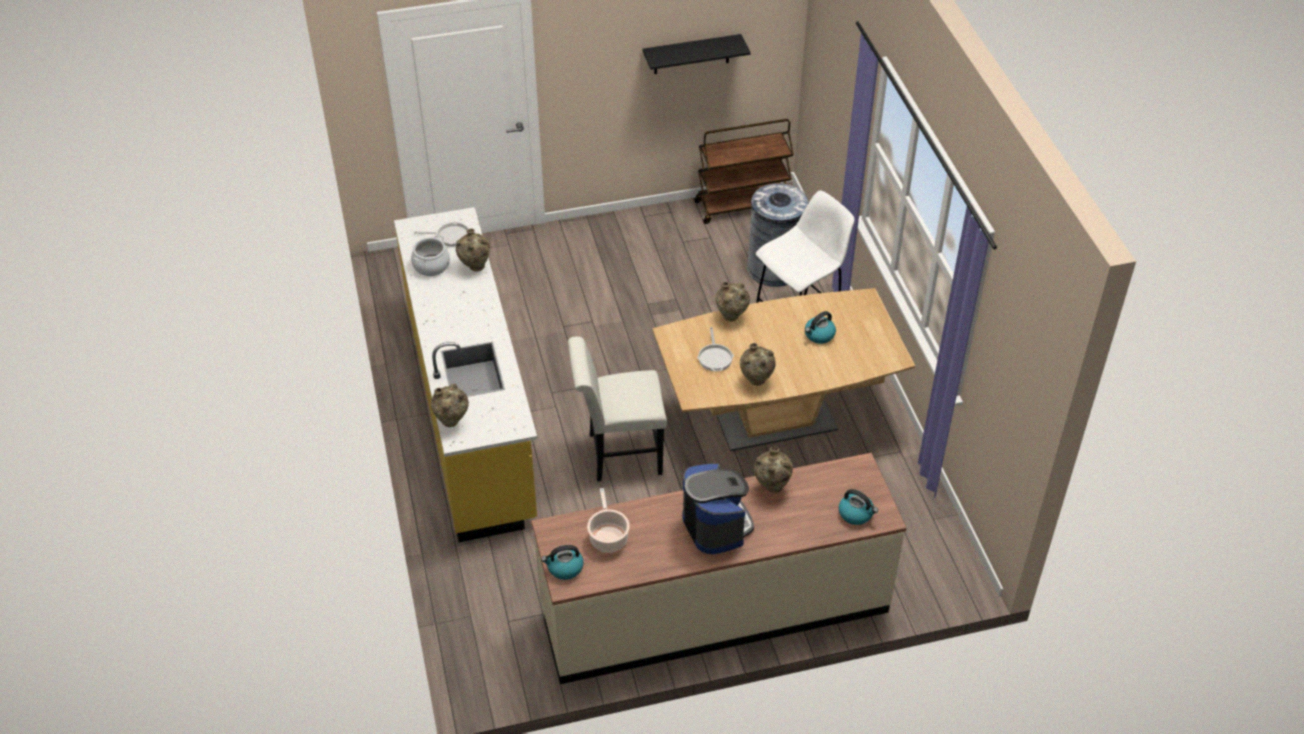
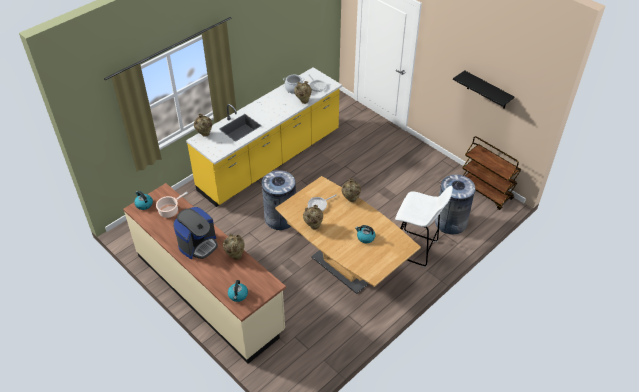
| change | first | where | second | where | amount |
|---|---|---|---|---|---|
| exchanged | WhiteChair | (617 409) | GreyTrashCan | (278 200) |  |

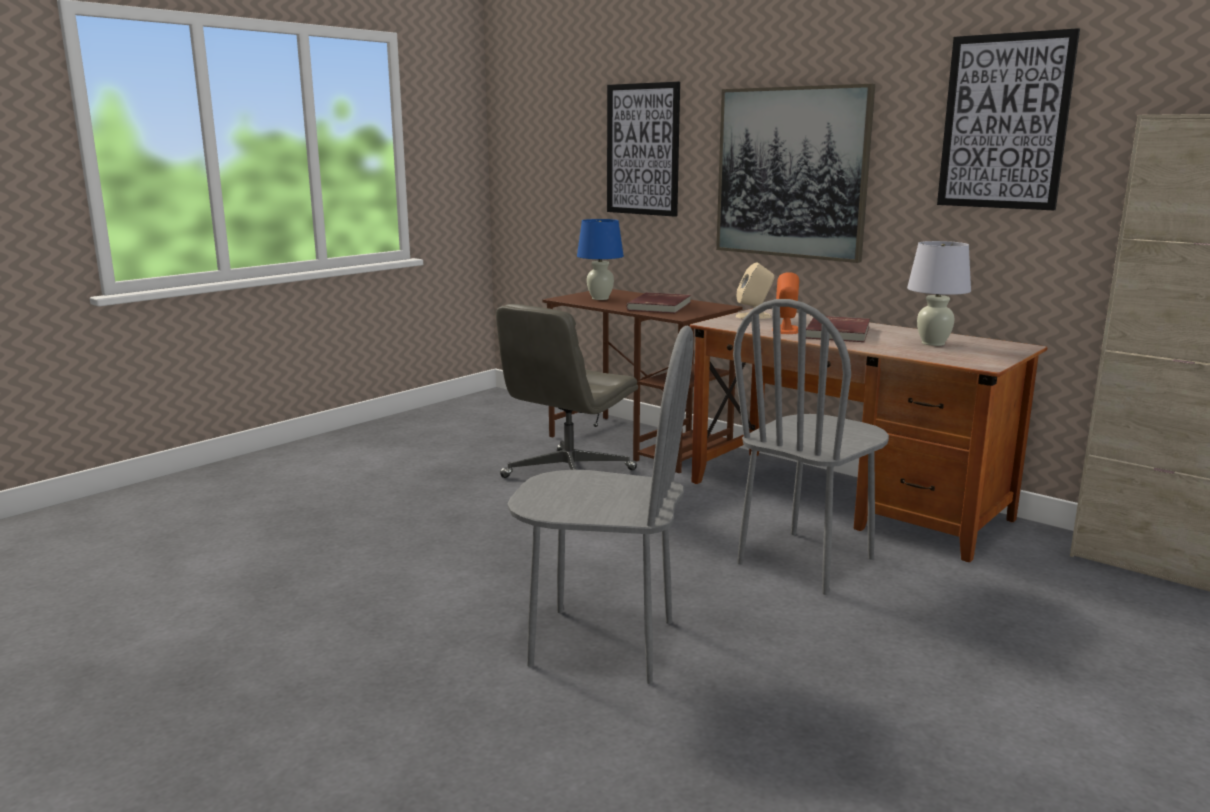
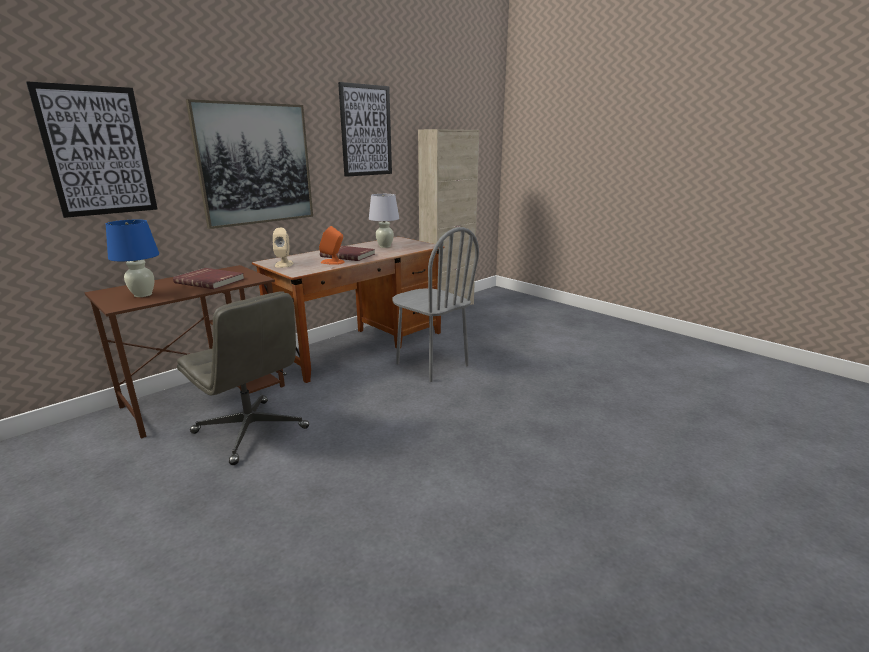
| change | first | where | second | where | amount |
|---|---|---|---|---|---|
| missing | GreyChair | (600 505) |  |  |  |

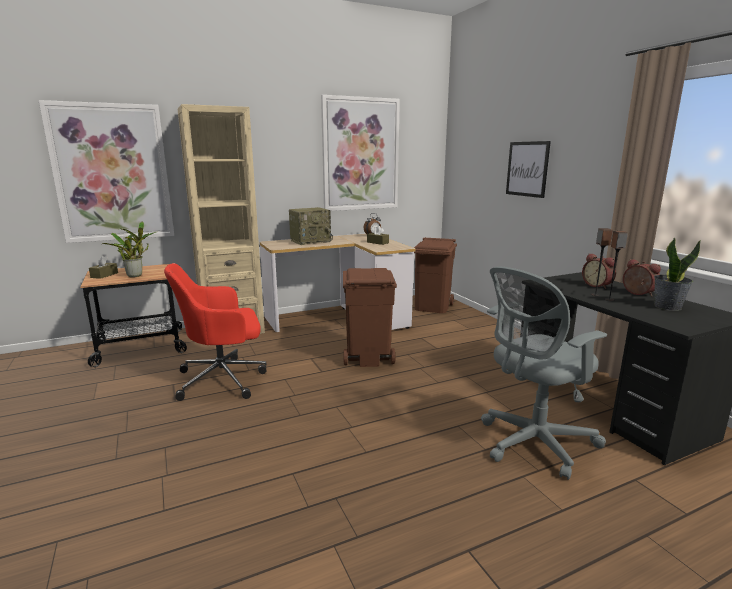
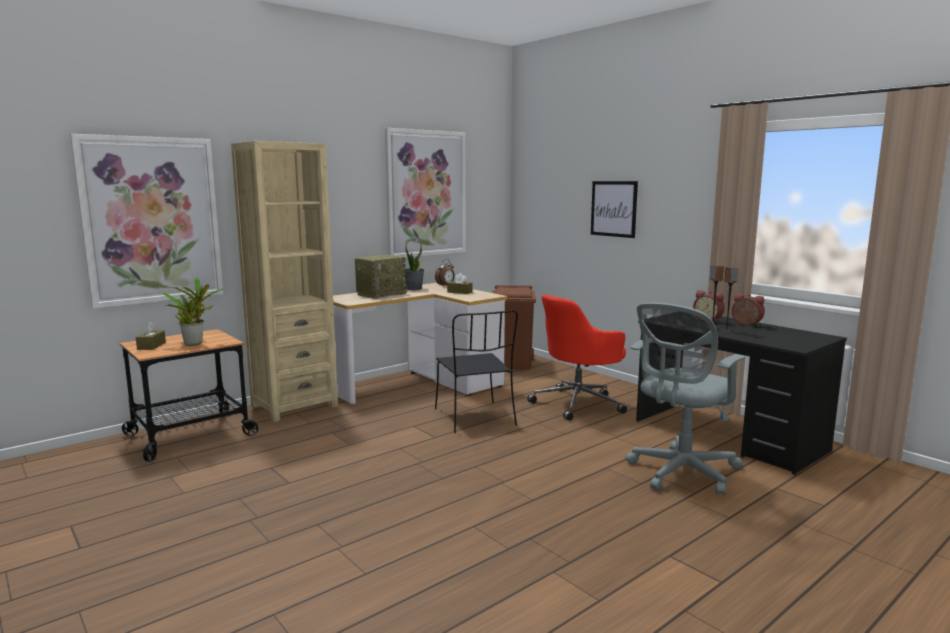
| change | first | where | second | where | amount |
|---|---|---|---|---|---|
| relocated | PottedPlant | (677 274) |  | (414 266) |  |
| relocated | RedOfficeChair | (215 332) |  | (577 358) |  |
| exchanged | BrownTrashCan | (370 317) | BlackChair | (476 371) |  |

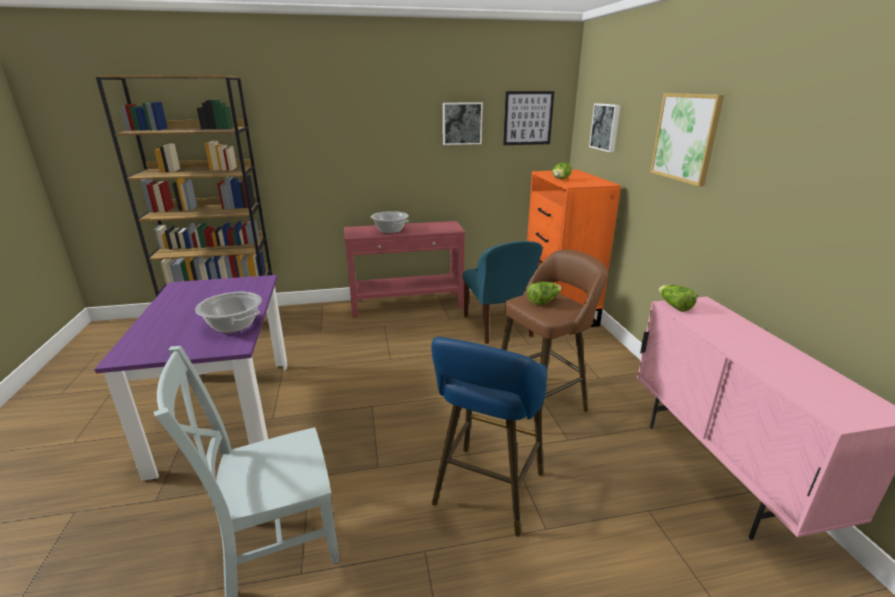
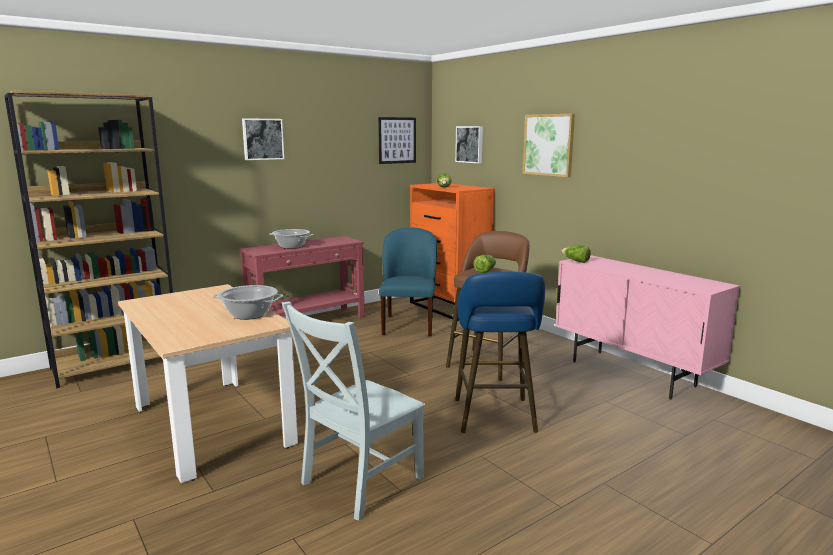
| change | first | where | second | where | amount |
|---|---|---|---|---|---|
| relocated | Picture | (463 123) |  | (263 139) |  |
| spun | BlueChair | (503 292) |  | (408 281) | 135 degrees counterclockwise |
| colour | PurpleDiningTable | (191 378) | BeigeDiningTable | (208 383) |  |

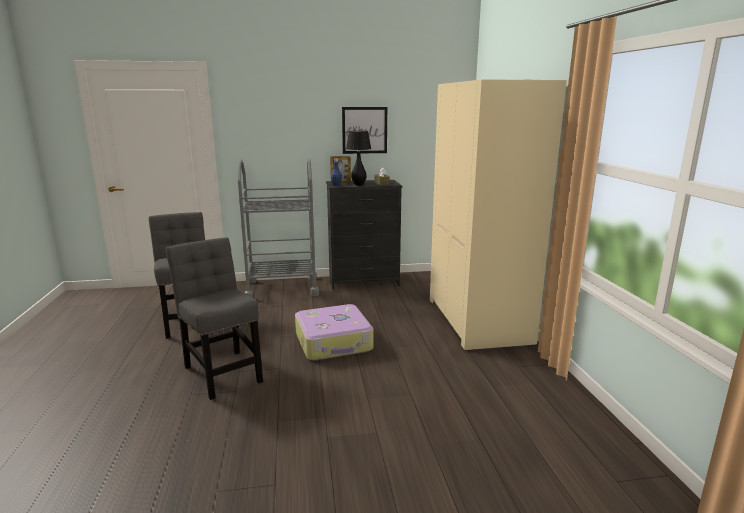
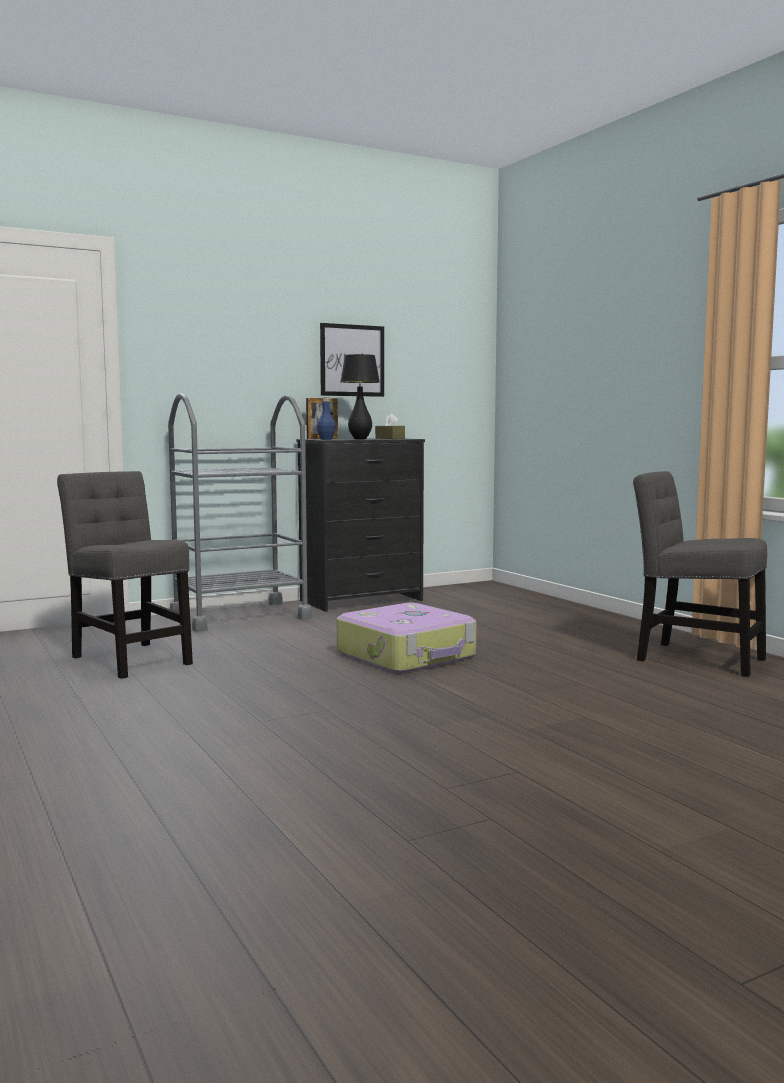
| change | first | where | second | where | amount |
|---|---|---|---|---|---|
| missing | BeigeWardrobe | (498 215) |  |  |  |
| relocated | GreyChair | (214 318) |  | (700 573) |  |

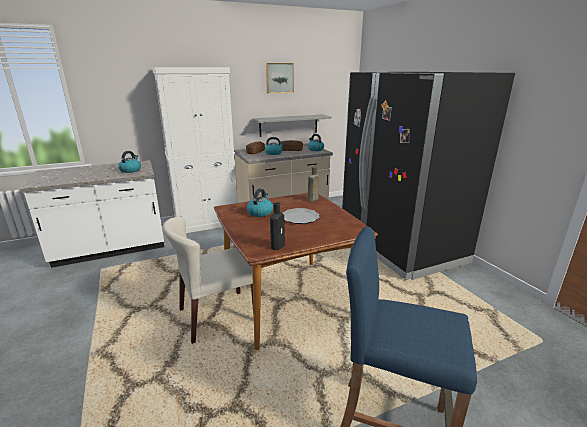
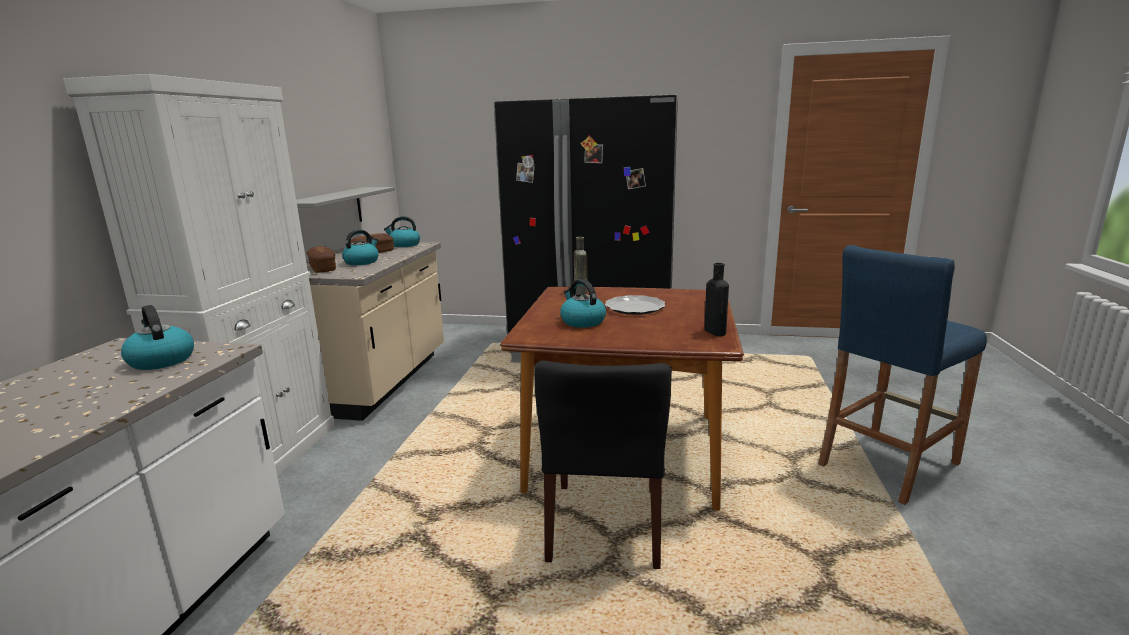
| change | first | where | second | where | amount |
|---|---|---|---|---|---|
| missing | Picture | (280 78) |  |  |  |
| colour | BeigeChair | (208 280) | BlackChair | (603 465) |  |

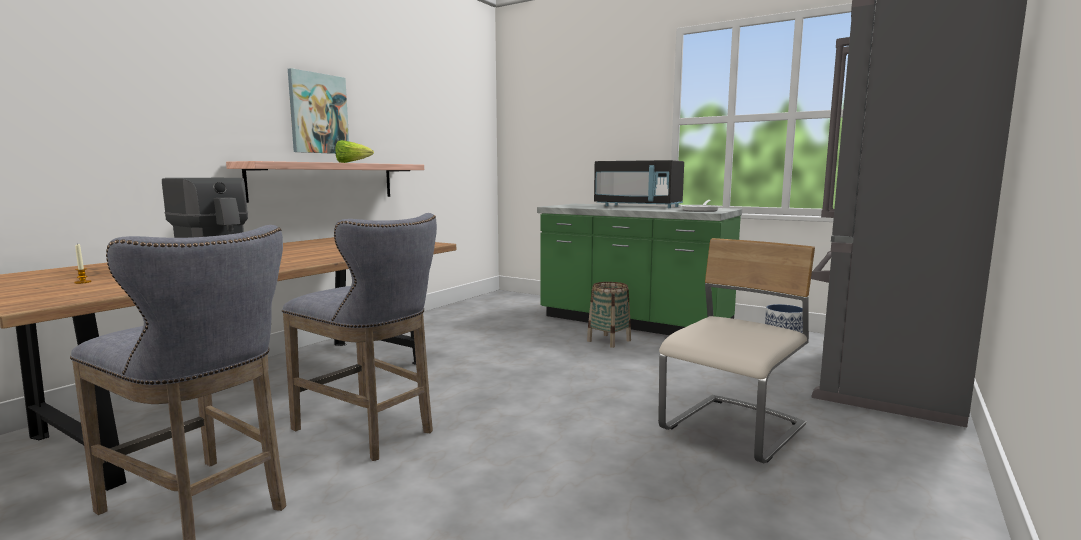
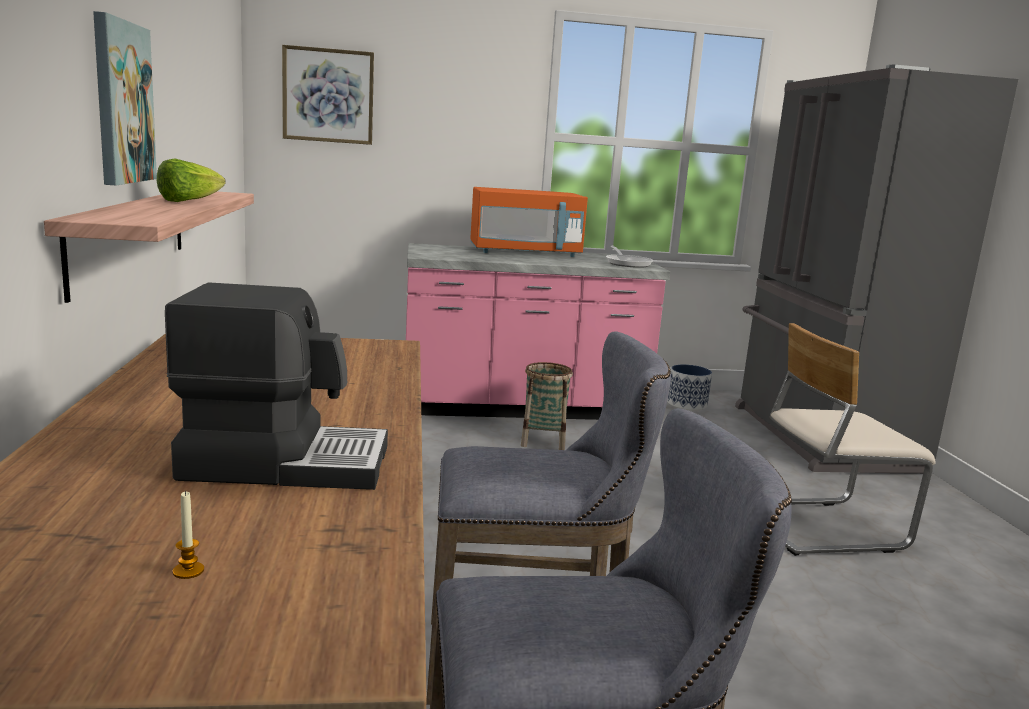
| change | first | where | second | where | amount |
|---|---|---|---|---|---|
| colour | BlackMicrowave | (639 184) | OrangeMicrowave | (529 222) |  |
| colour | GreenCounter | (639 269) | PinkCounter | (538 331) |  |
| spun | BeigeChair | (736 350) |  | (852 439) | 105 degrees counterclockwise |
| appeared |  |  | Picture | (328 95) |  |

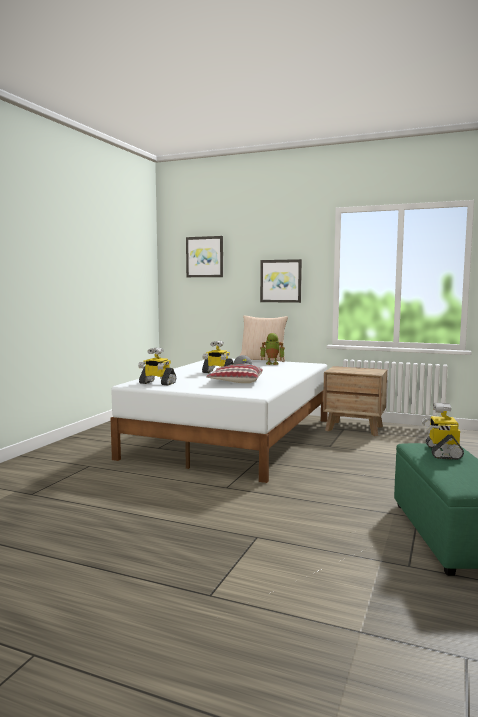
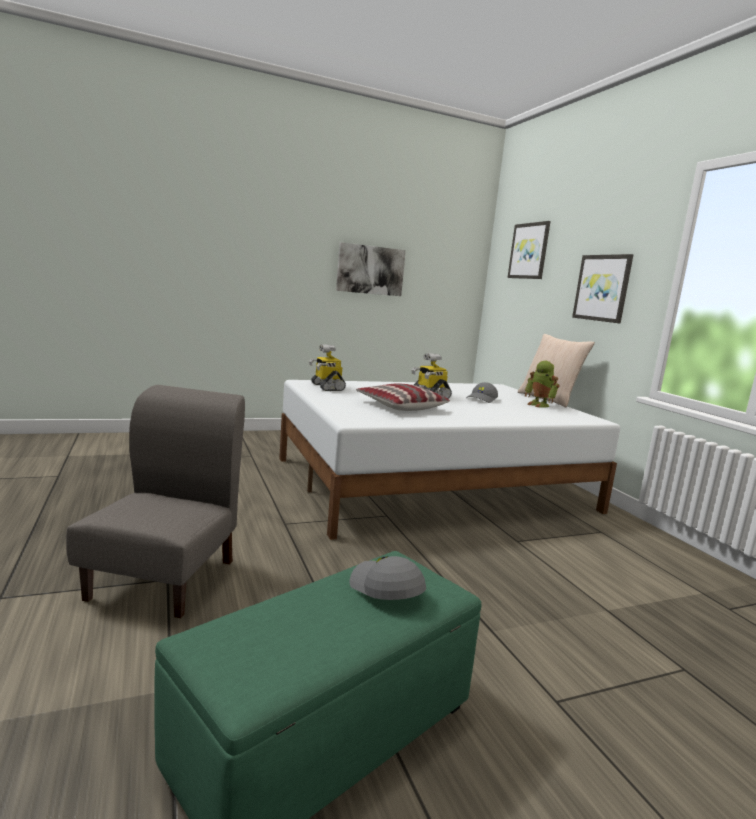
| change | first | where | second | where | amount |
|---|---|---|---|---|---|
| missing | BrownNightstand | (355 401) |  |  |  |
| exchanged | ToyRobot | (443 431) | GreyCap | (387 578) |  |
| appeared |  |  | Picture | (371 269) |  |
| appeared |  |  | GreyChair | (155 501) |  |

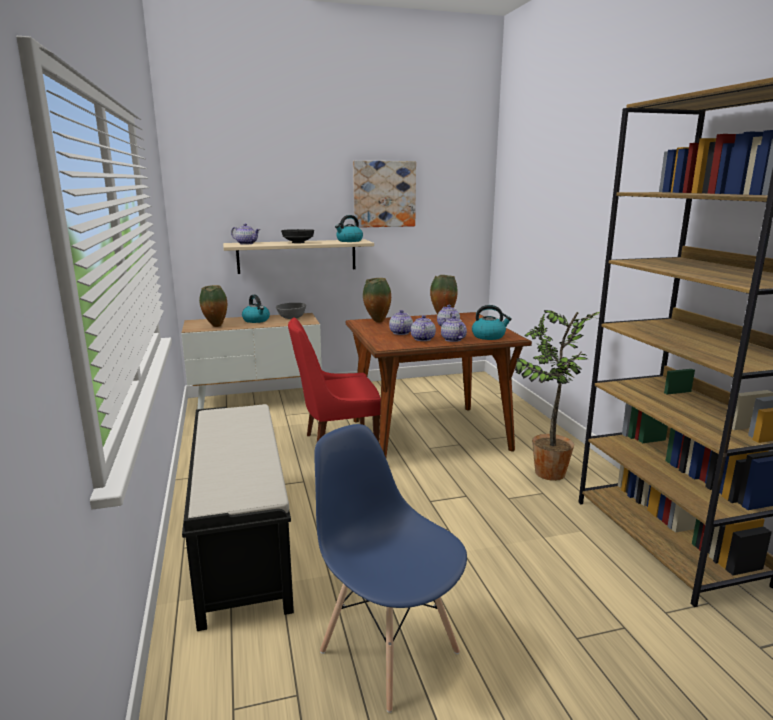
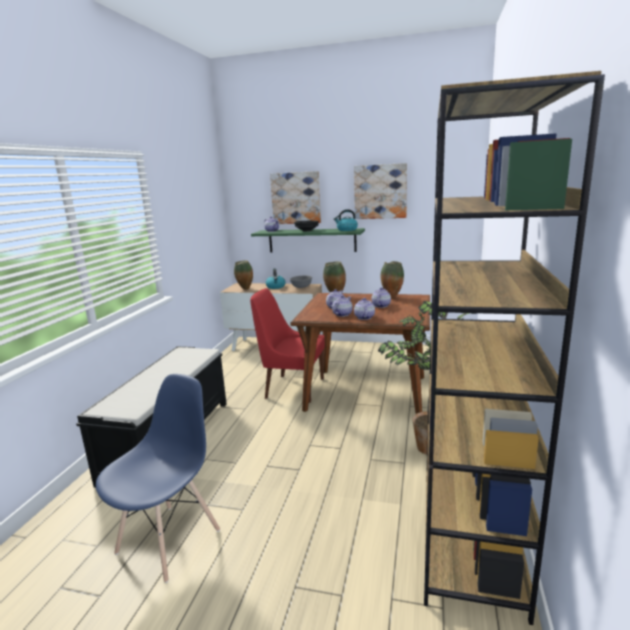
| change | first | where | second | where | amount |
|---|---|---|---|---|---|
| colour | BeigeShelf | (298 256) | GreenShelf | (308 240) |  |
| missing | Kettle | (492 322) |  |  |  |
| spun | BlueChair | (390 568) |  | (158 478) | 45 degrees clockwise |
| appeared |  |  | Picture | (295 197) |  |

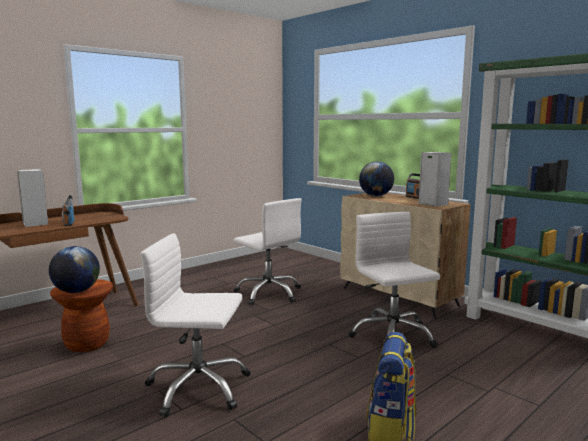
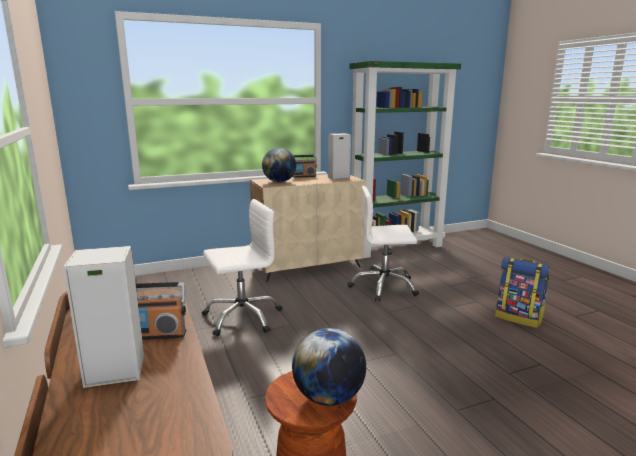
| change | first | where | second | where | amount |
|---|---|---|---|---|---|
| missing | WhiteOfficeChair | (195 325) |  |  |  |

